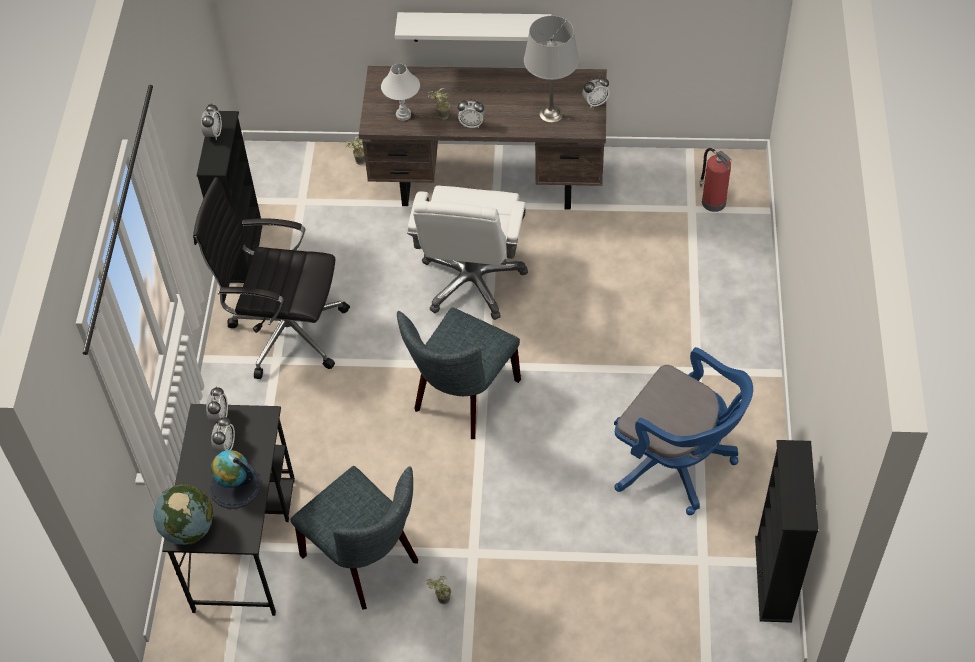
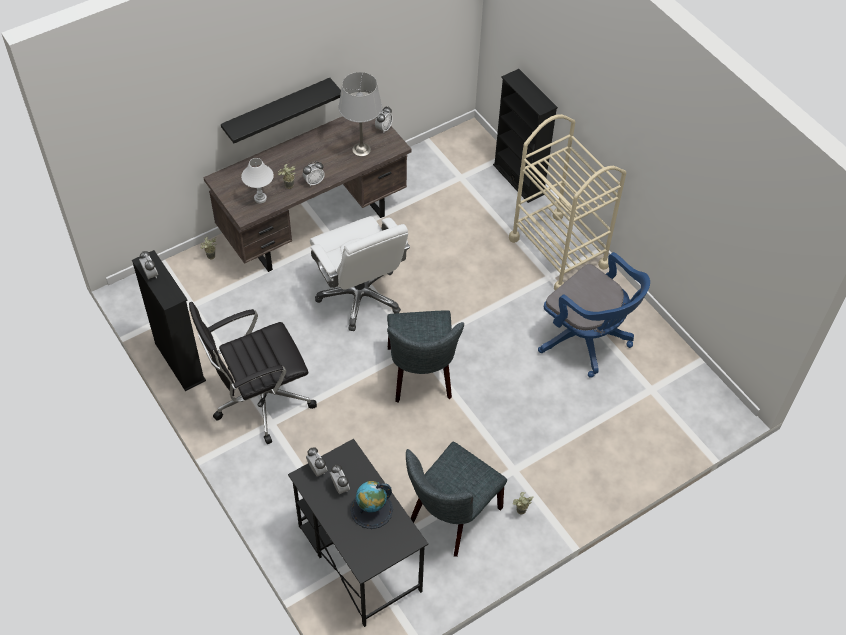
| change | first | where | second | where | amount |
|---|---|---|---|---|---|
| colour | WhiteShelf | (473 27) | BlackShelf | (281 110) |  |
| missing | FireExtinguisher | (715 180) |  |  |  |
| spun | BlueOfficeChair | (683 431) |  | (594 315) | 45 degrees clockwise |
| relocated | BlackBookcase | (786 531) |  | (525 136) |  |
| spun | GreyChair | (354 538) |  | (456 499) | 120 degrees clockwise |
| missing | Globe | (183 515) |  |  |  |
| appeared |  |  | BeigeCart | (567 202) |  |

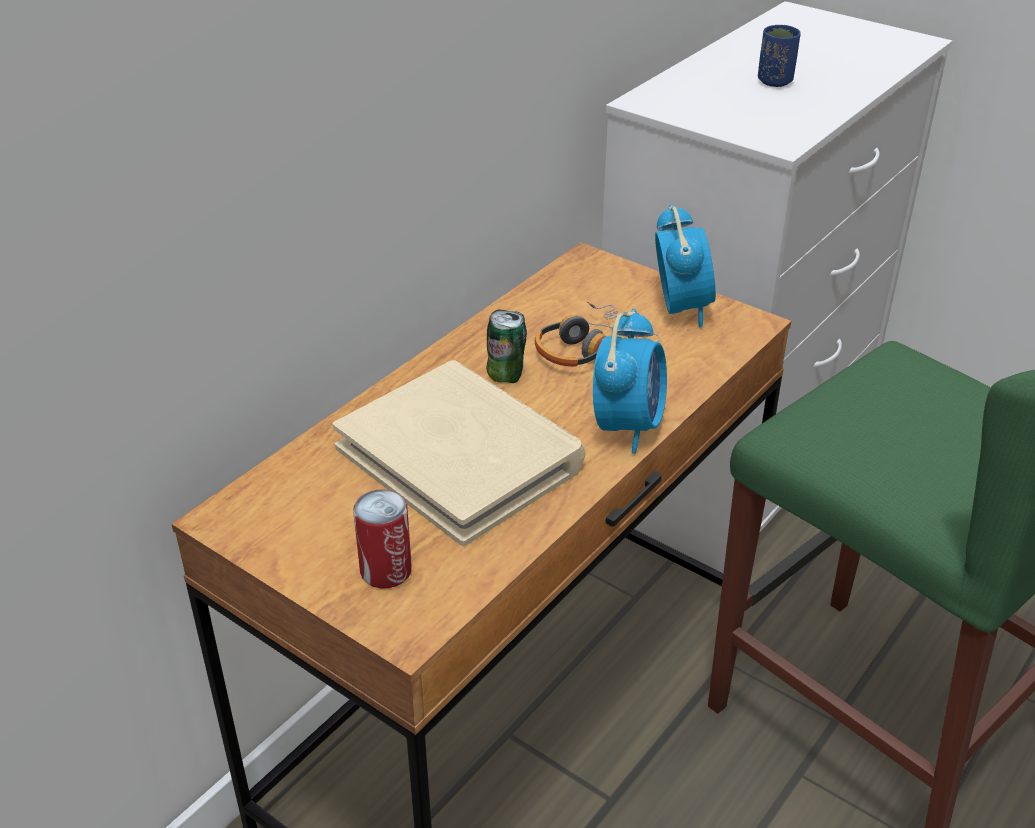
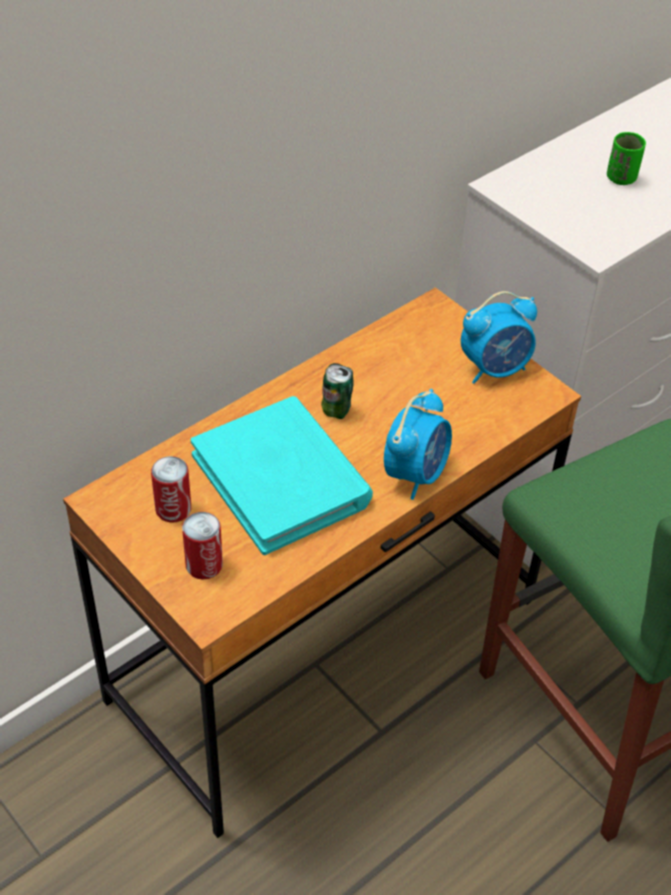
| change | first | where | second | where | amount |
|---|---|---|---|---|---|
| colour | BlueCup | (779 56) | GreenCup | (626 158) |  |
| spun | AlarmClock | (685 266) |  | (499 337) | 60 degrees clockwise |
| missing | Headphones | (597 334) |  |  |  |
| colour | BeigeBook | (459 453) | TurquoiseBook | (282 475) |  |
| appeared |  |  | Can | (171 489) |  |

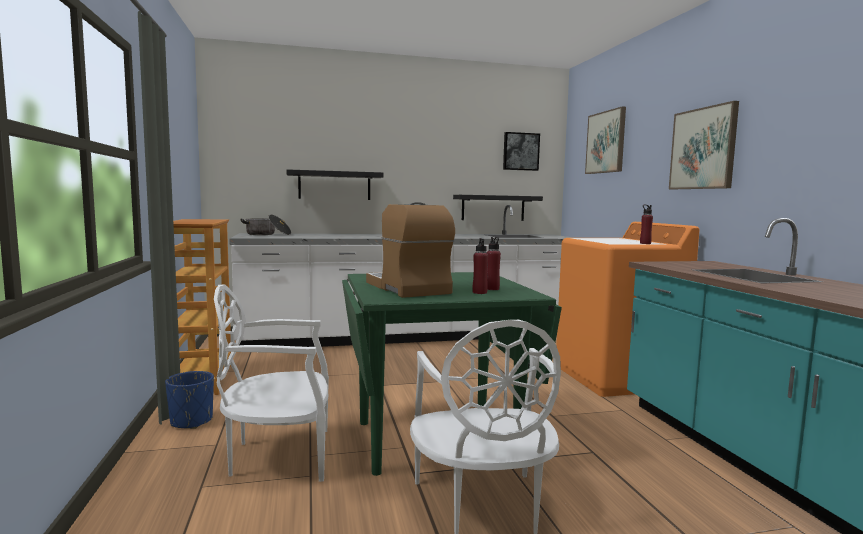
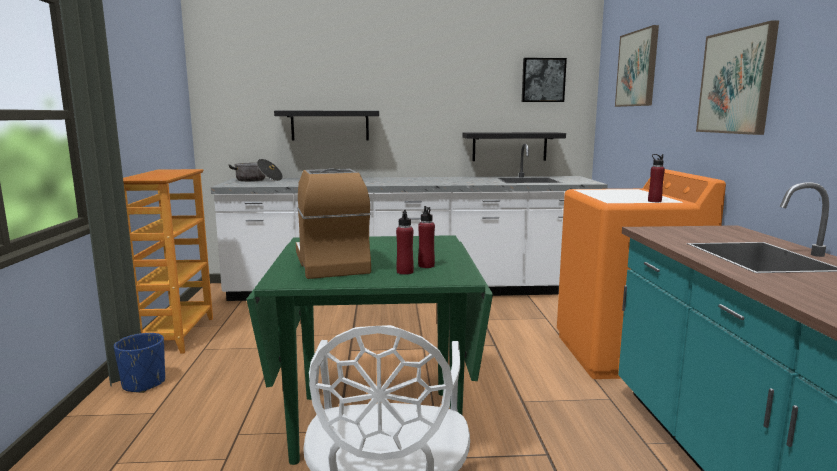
| change | first | where | second | where | amount |
|---|---|---|---|---|---|
| missing | WhiteChair | (271 383) |  |  |  |

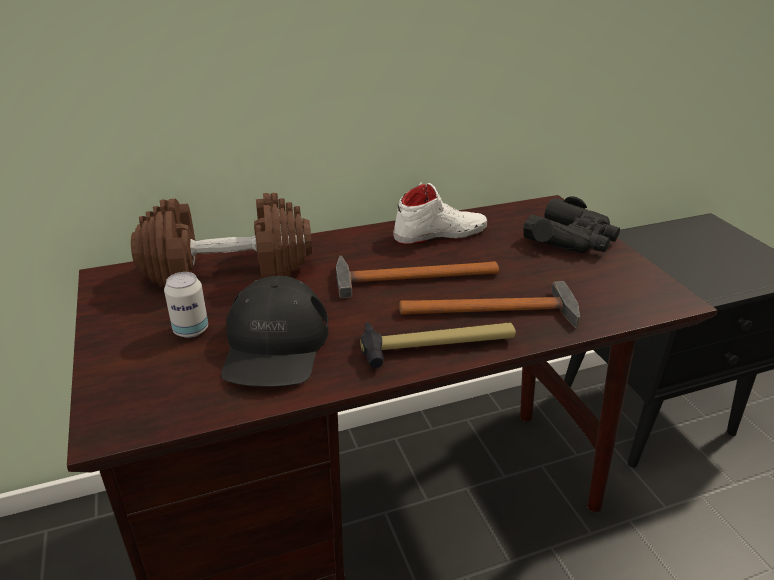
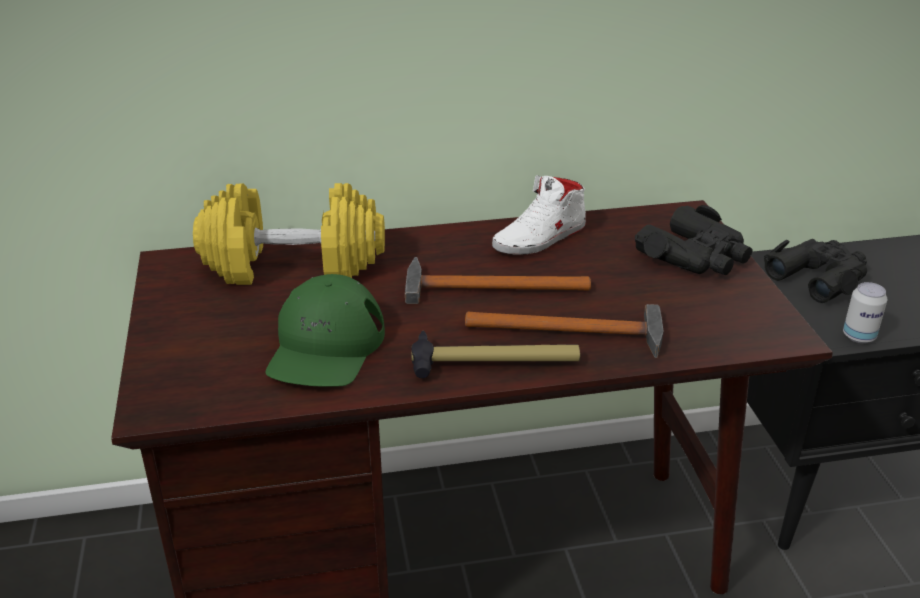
| change | first | where | second | where | amount |
|---|---|---|---|---|---|
| spun | WhiteShoe | (440 213) |  | (539 215) | 150 degrees clockwise |
| colour | BrownDumbbell | (221 240) | YellowDumbbell | (289 234) |  |
| relocated | Can | (186 305) |  | (865 312) |  |
| colour | BlackCap | (275 331) | GreenCap | (325 330) |  |
| appeared |  |  | BlackBinoculars | (815 271) |  |

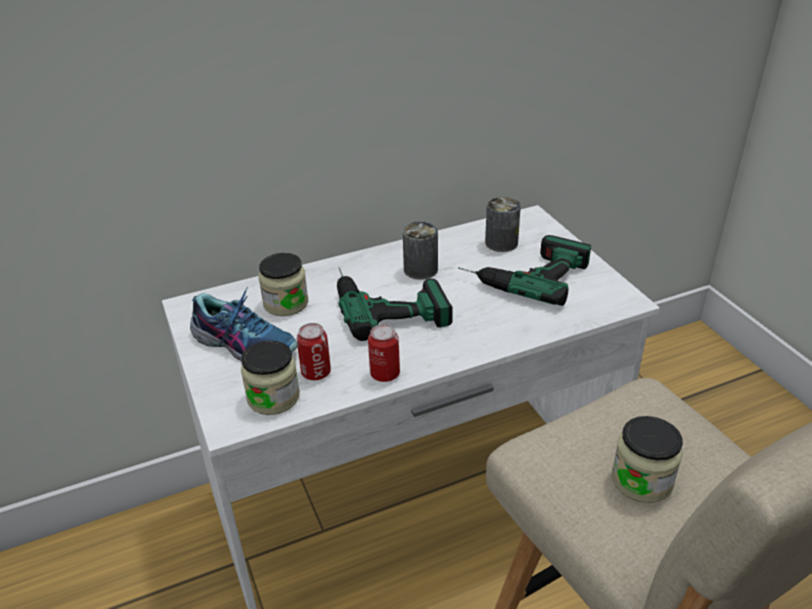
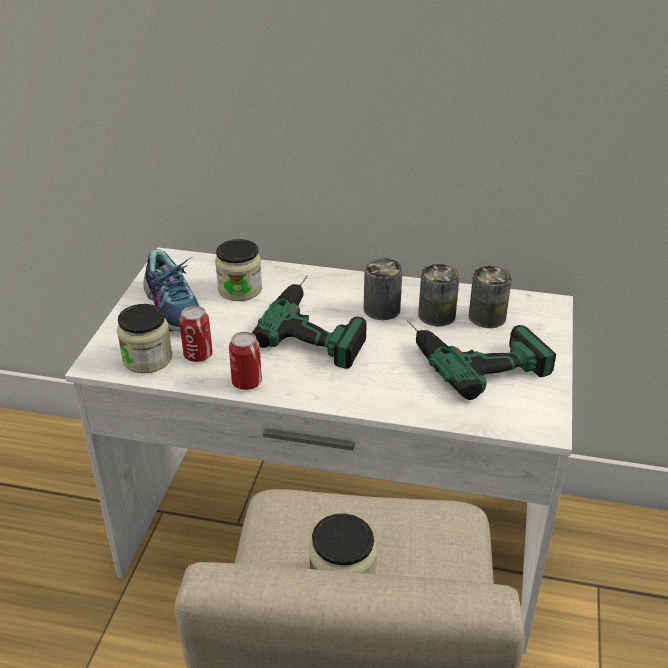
| change | first | where | second | where | amount |
|---|---|---|---|---|---|
| appeared |  |  | Can | (439 294) |  |

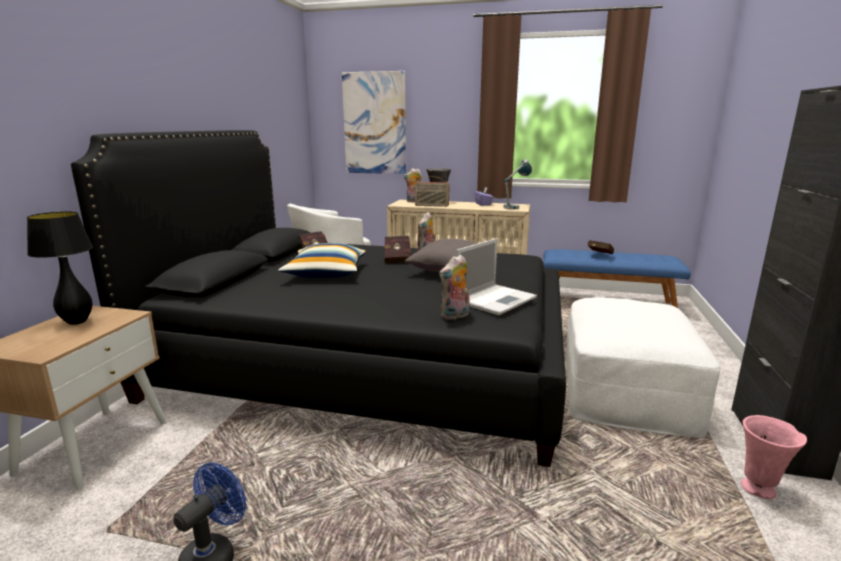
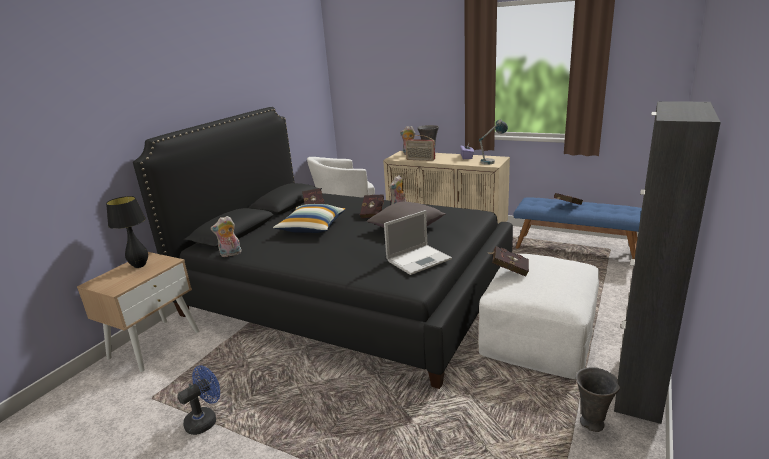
| change | first | where | second | where | amount |
|---|---|---|---|---|---|
| missing | Picture | (374 122) |  |  |  |
| relocated | PlushToy | (454 287) |  | (225 236) |  |
| colour | PinkVase | (774 457) | GreyVase | (598 399) |  |
| appeared |  |  | RedBook | (508 261) |  |

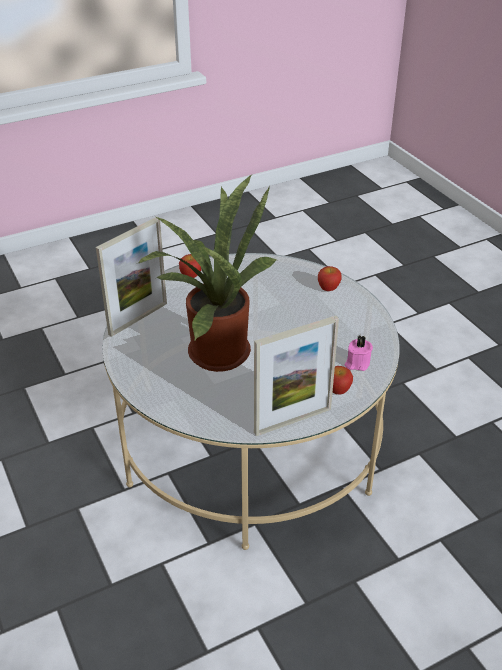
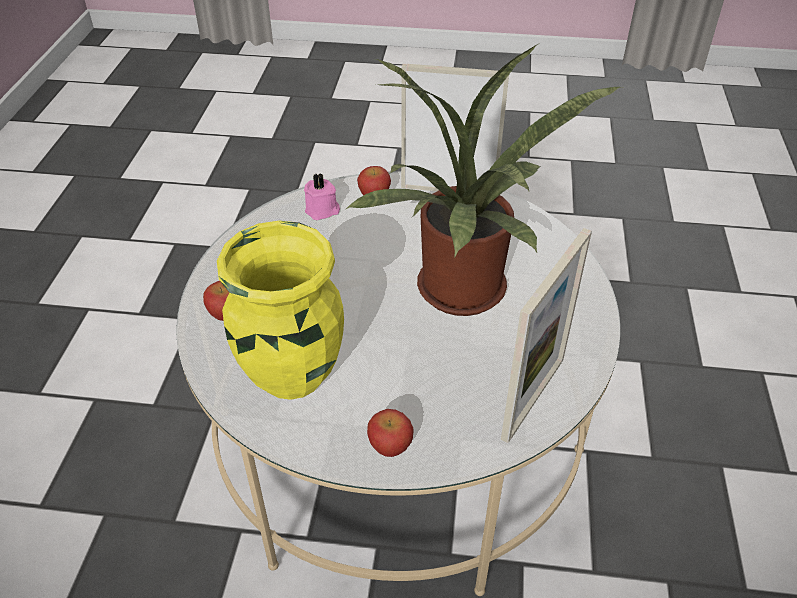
| change | first | where | second | where | amount |
|---|---|---|---|---|---|
| spun | PictureFrame | (131 277) |  | (546 335) | 135 degrees clockwise |
| appeared |  |  | YellowVase | (280 310) |  |

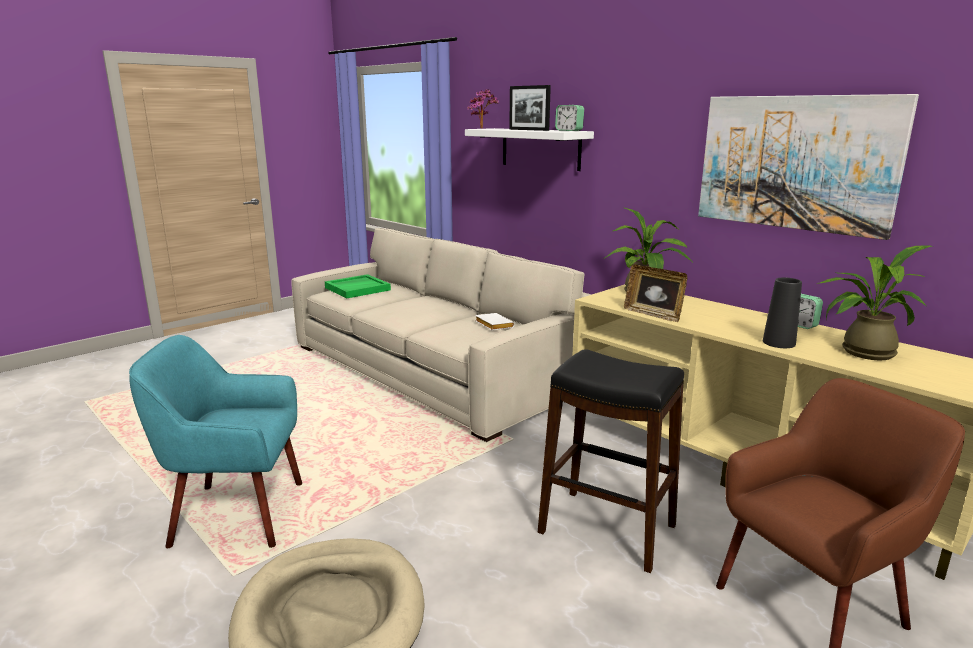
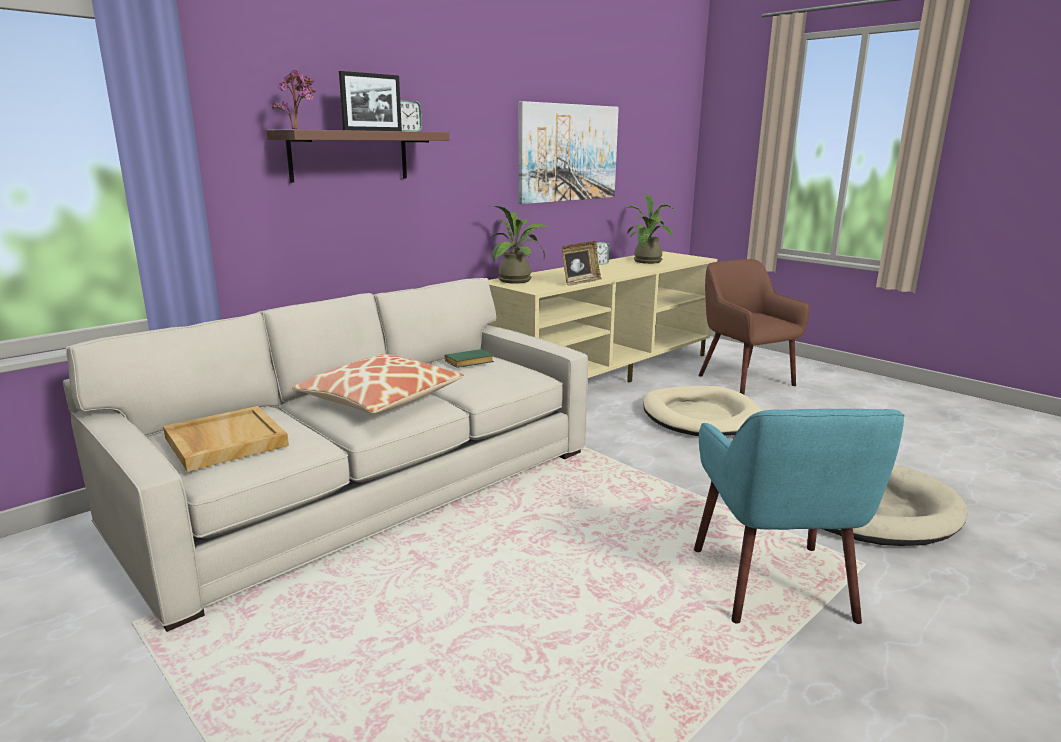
| change | first | where | second | where | amount |
|---|---|---|---|---|---|
| colour | WhiteShelf | (529 149) | BrownShelf | (357 156) |  |
| colour | GreenTray | (358 286) | BeigeTray | (226 439) |  |
| missing | BlackVase | (782 312) |  |  |  |
| colour | WhiteBook | (494 321) | GreenBook | (469 358) |  |
| exchanged | BlackStool | (611 461) | BeigeDogBed | (702 411) |  |
| appeared |  |  | Pillow | (378 384) |  |

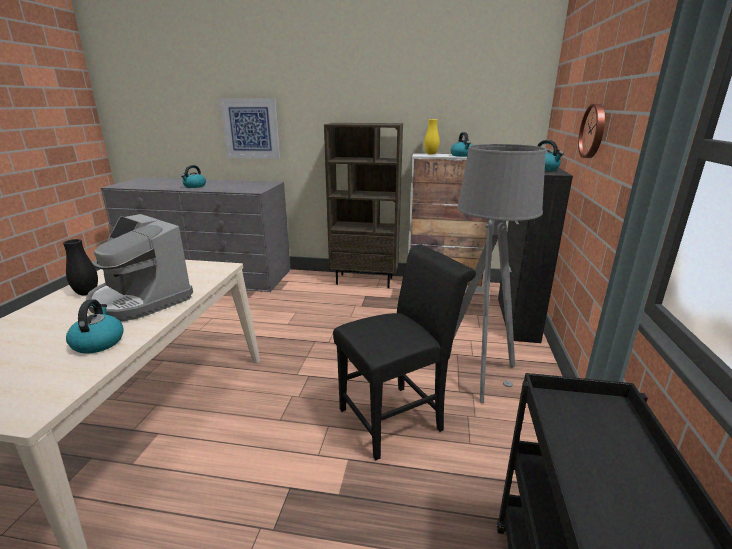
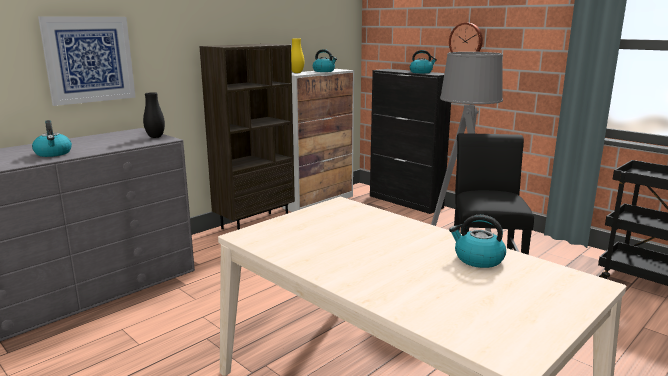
| change | first | where | second | where | amount |
|---|---|---|---|---|---|
| missing | CoffeeMachine | (139 268) |  |  |  |
| relocated | BlackVase | (80 267) |  | (154 115) |  |

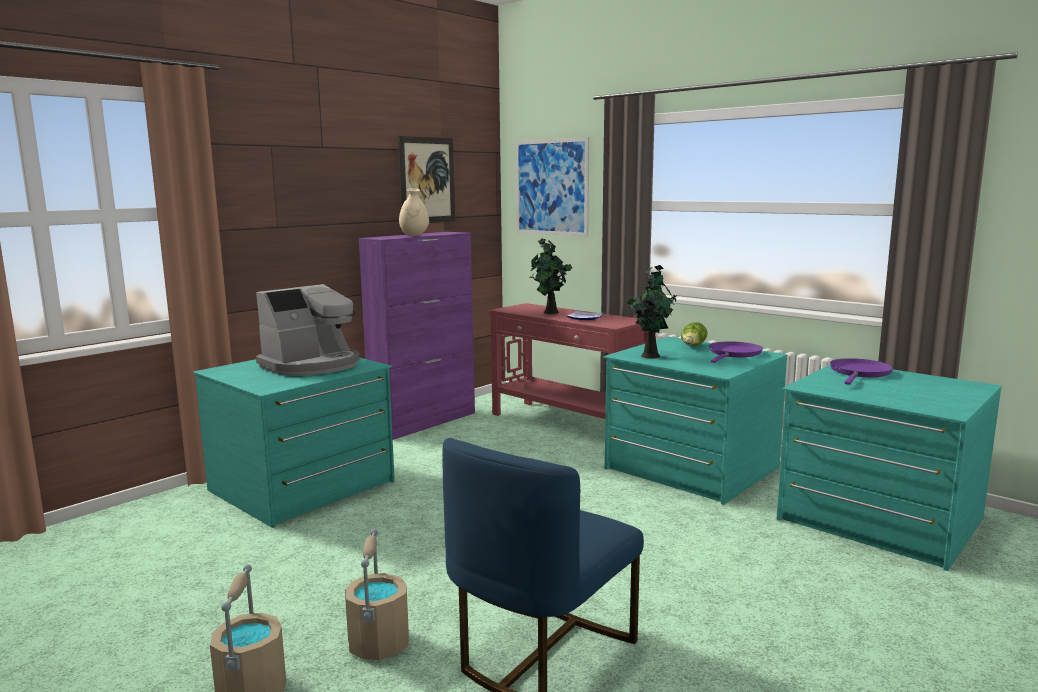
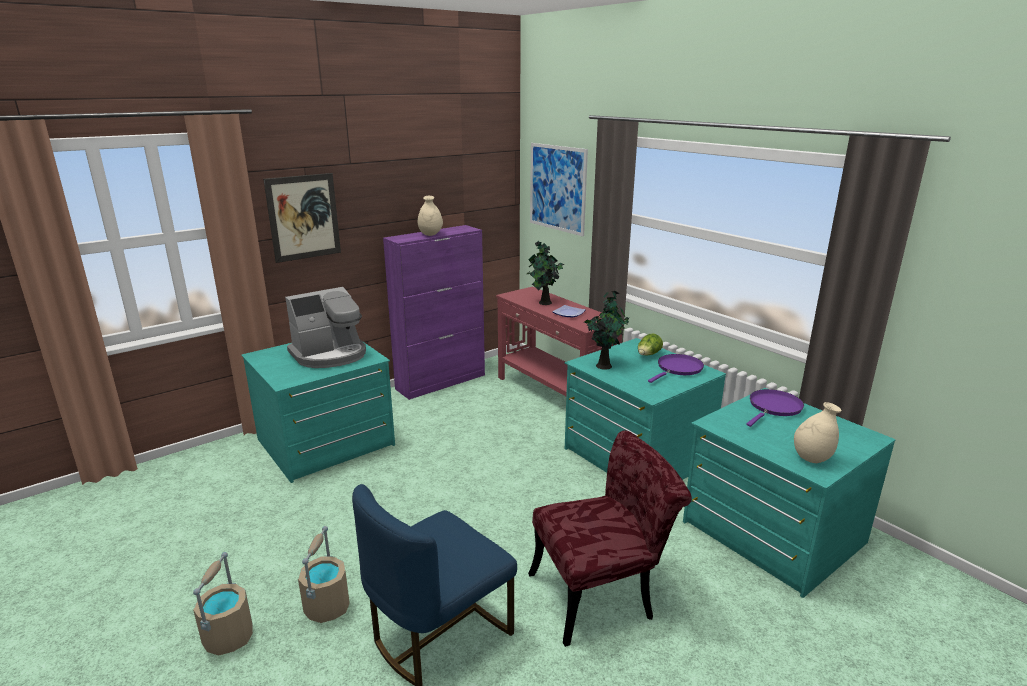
| change | first | where | second | where | amount |
|---|---|---|---|---|---|
| relocated | Picture | (426 179) |  | (302 218) |  |
| appeared |  |  | BeigeVase | (817 432) |  |
| appeared |  |  | RedChair | (610 539) |  |

